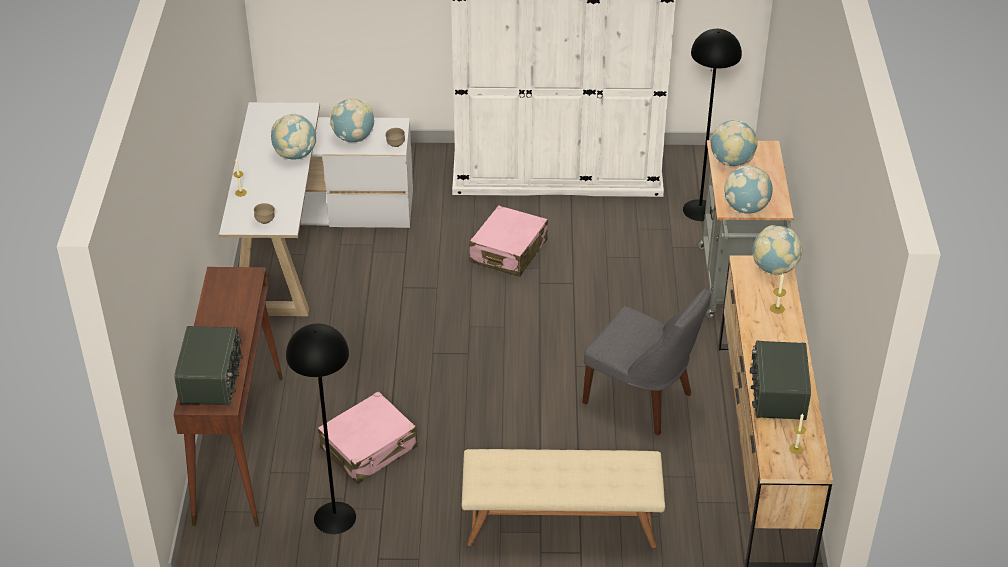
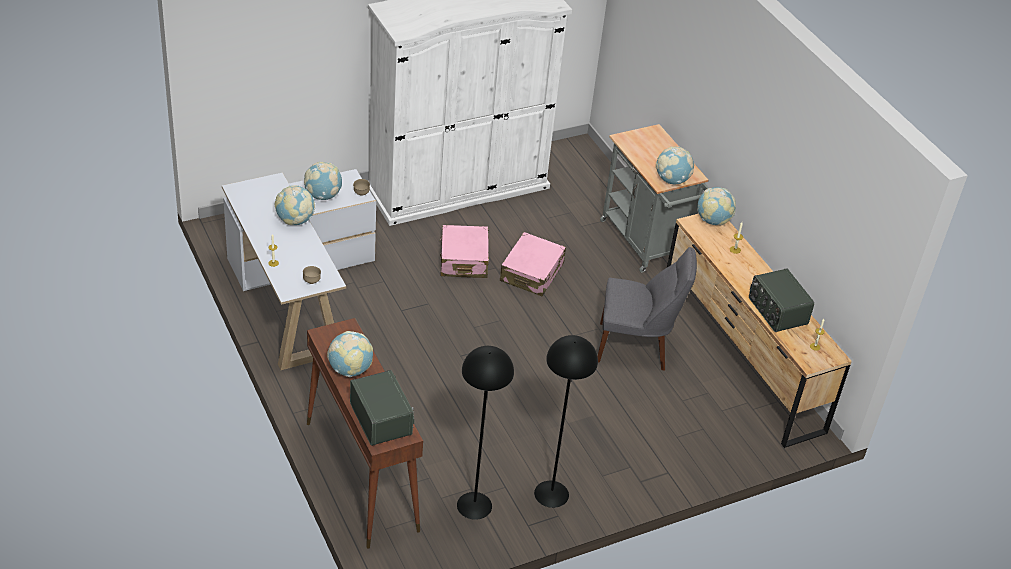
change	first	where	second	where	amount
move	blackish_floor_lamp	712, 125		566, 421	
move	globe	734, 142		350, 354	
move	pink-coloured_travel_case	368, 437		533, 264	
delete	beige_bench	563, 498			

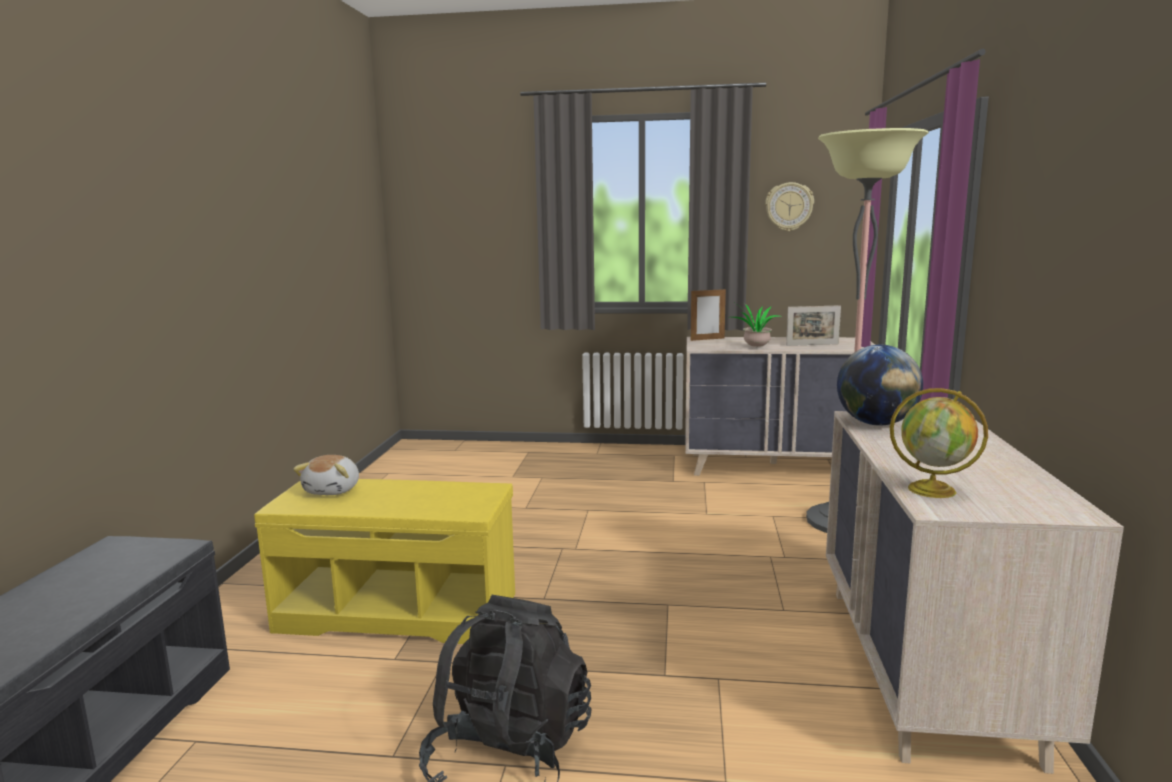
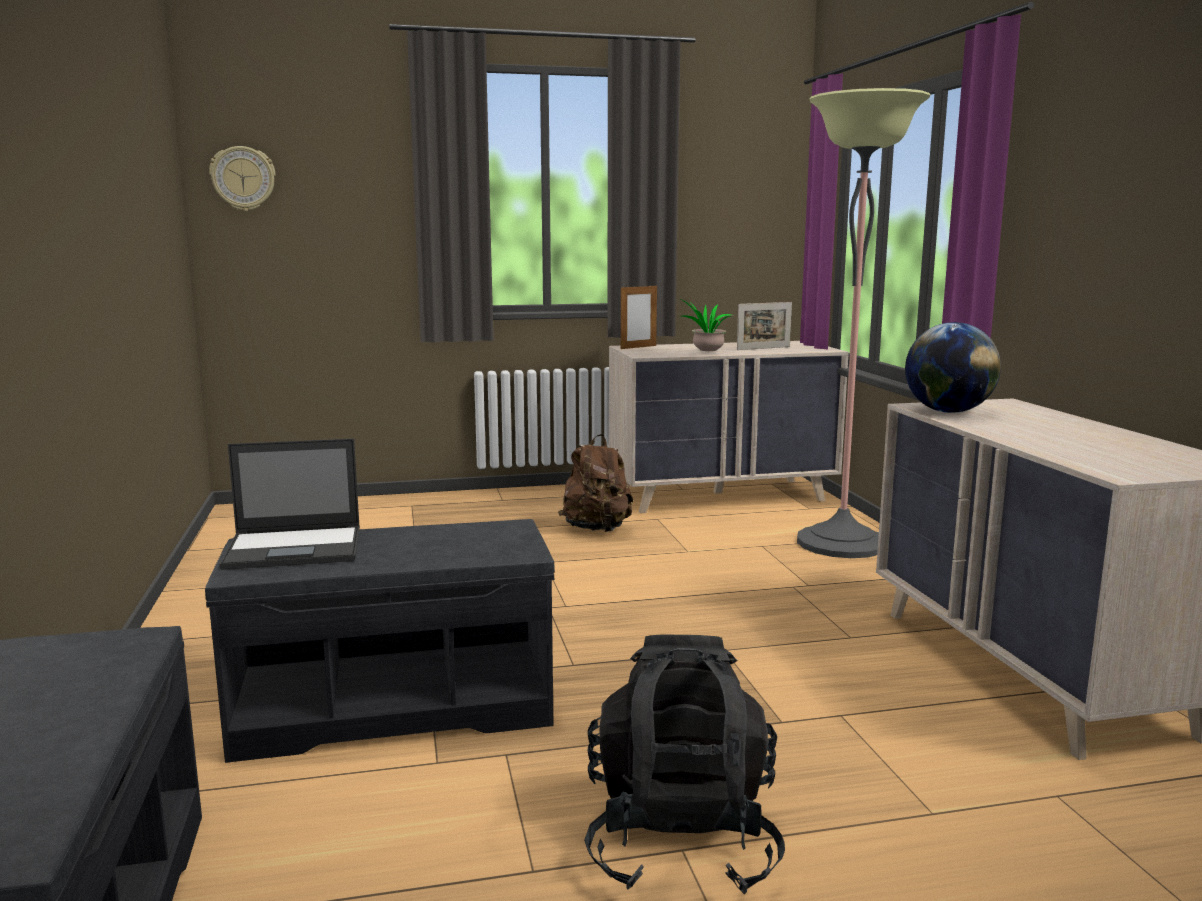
change	first	where	second	where	amount
move	clock_on_the_wall	789, 206		242, 178	
delete	globe	939, 443			
replace	plush_toy	326, 475	portable_computer	289, 504	
recolor	yellowish_bench	384, 561	grey_bench	380, 641	
insert			brown-coloured_backpack	595, 483	

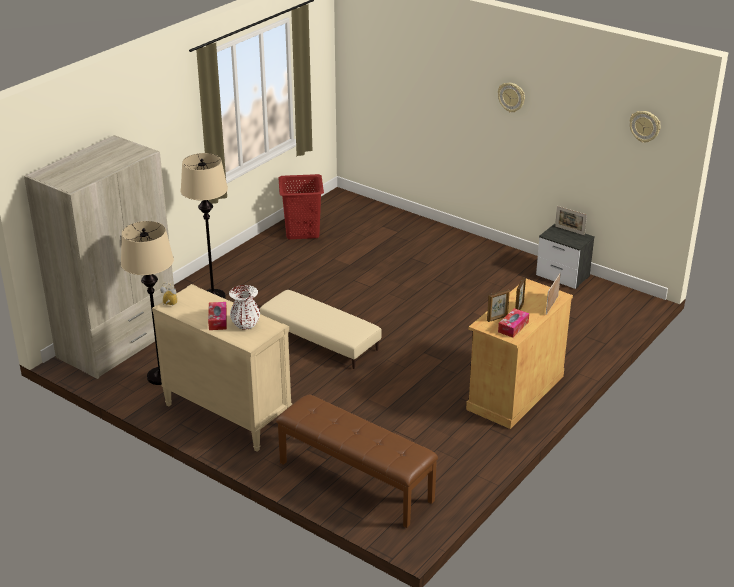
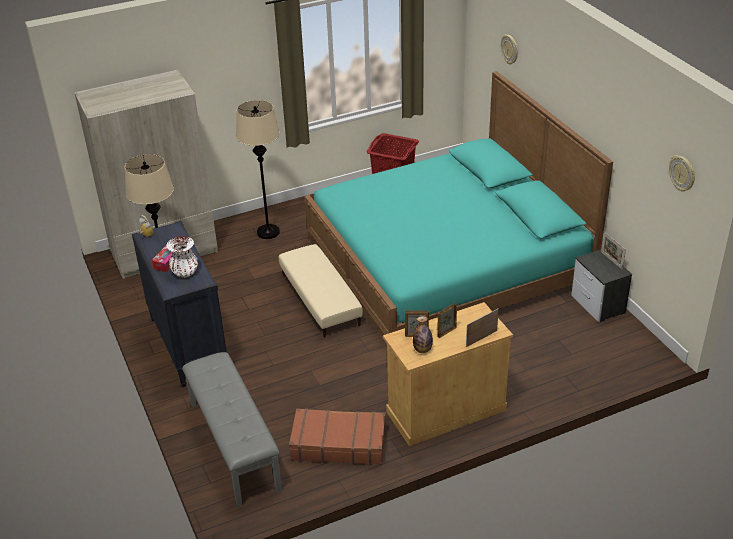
change	first	where	second	where	amount
move	clock_on_the_wall	511, 97		509, 49	
recolor	beige_dresser	222, 368	blackish_dresser	179, 304	
replace	tissue_box	513, 323	bottle	423, 334	
recolor	brown-coloured_bench	357, 461	grey_bench	232, 429	
insert			turquoise_sleeping_bed	459, 204	
insert			brown-coloured_travel_case	337, 437	

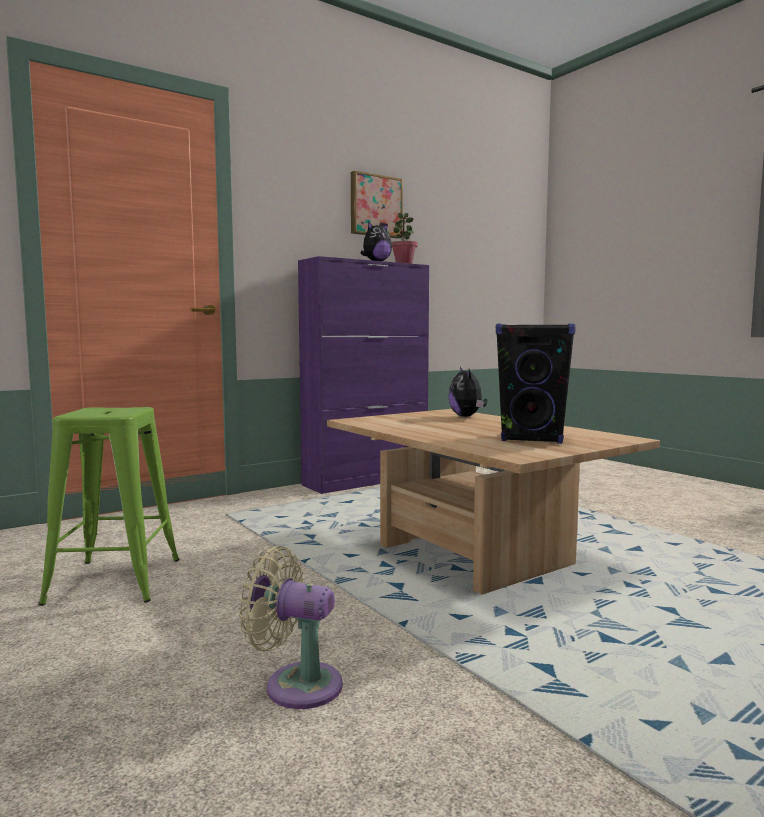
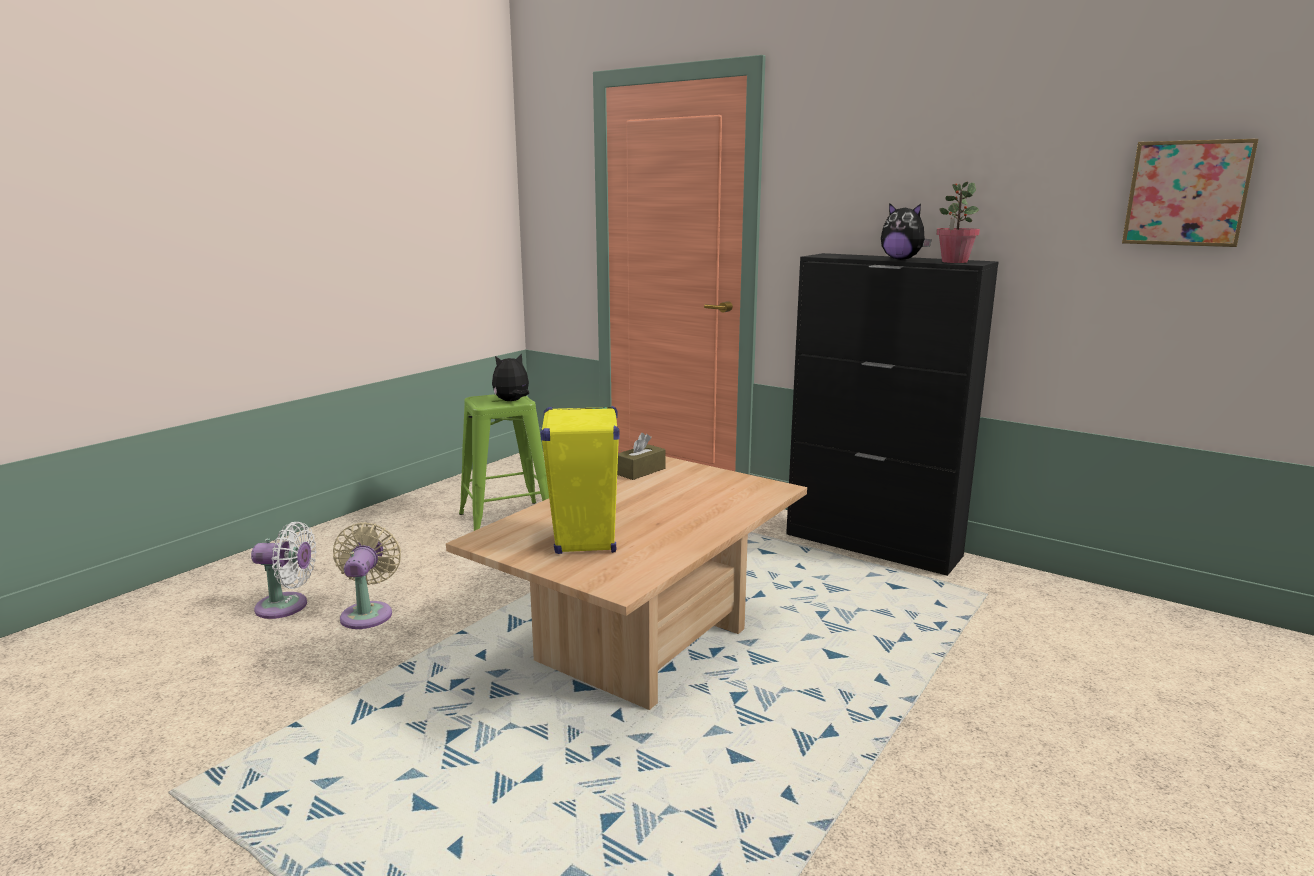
change	first	where	second	where	amount
move	wall_picture	377, 205		1190, 193	
recolor	purple-coloured_cabinet	363, 375	blackish_cabinet	892, 414	
recolor	blackish_speaker	536, 384	yellowish_speaker	579, 480	
move	plush_toy	468, 392		510, 377	
insert			brown-coloured_tissue_box	641, 456	
insert			white-coloured_cooling_fan	284, 570	

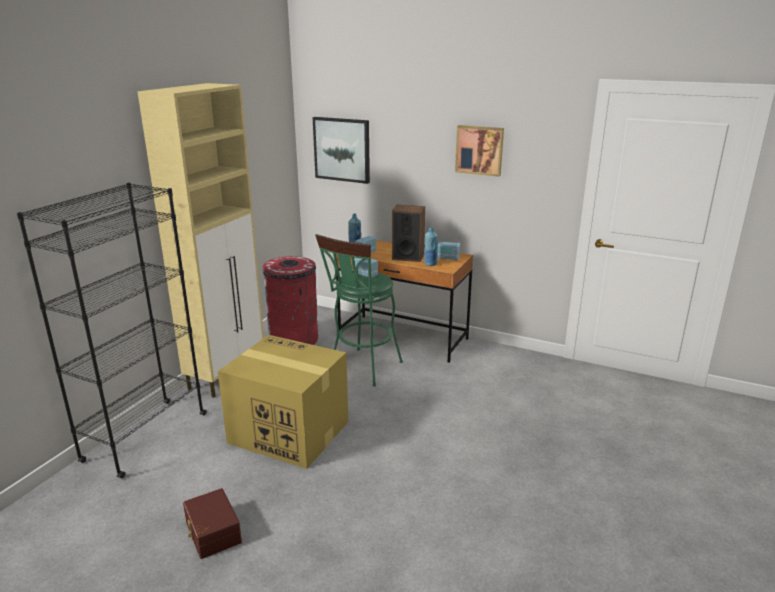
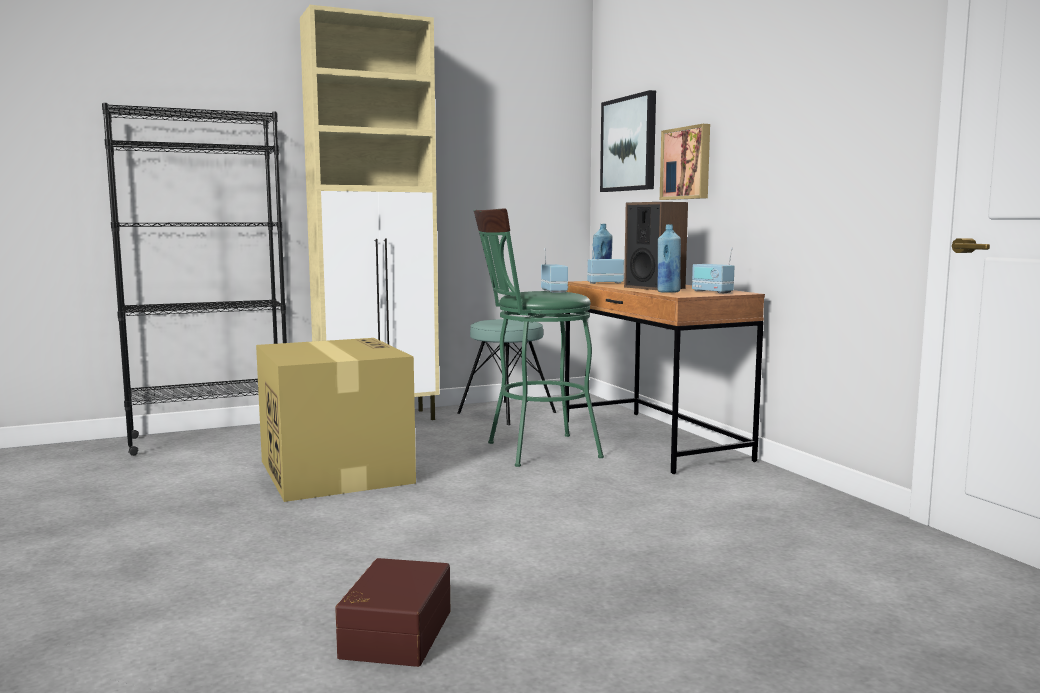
change	first	where	second	where	amount
move	wall_picture	479, 151		685, 162	
replace	reddish_rubbish_bin	290, 300	turquoise_sitting_stool	506, 372	
move	brown-coloured_storage_bin	212, 523		392, 612	

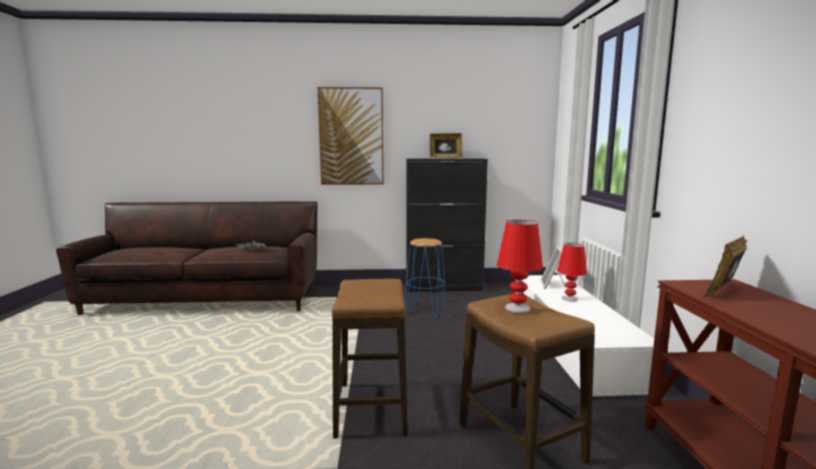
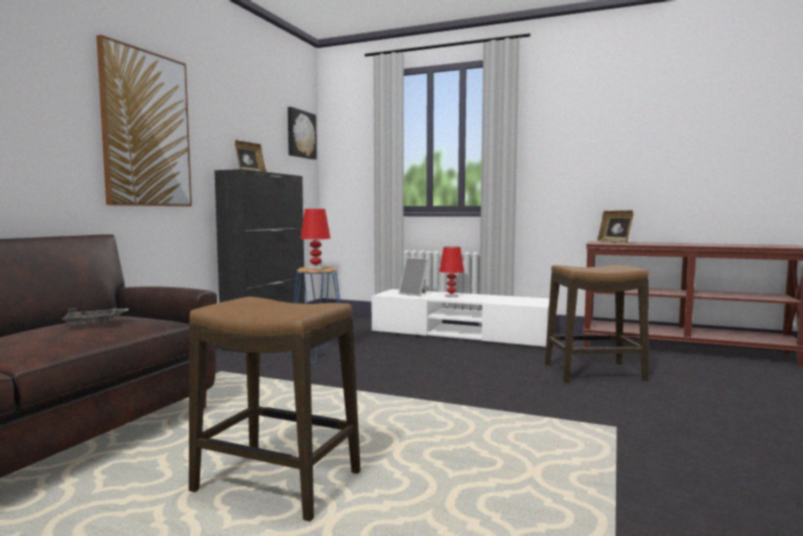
change	first	where	second	where	amount
move	reddish_lamp_for_a_table	520, 266		315, 239	
move	sitting_stool	369, 358		275, 409	
insert			wall_picture	302, 133	

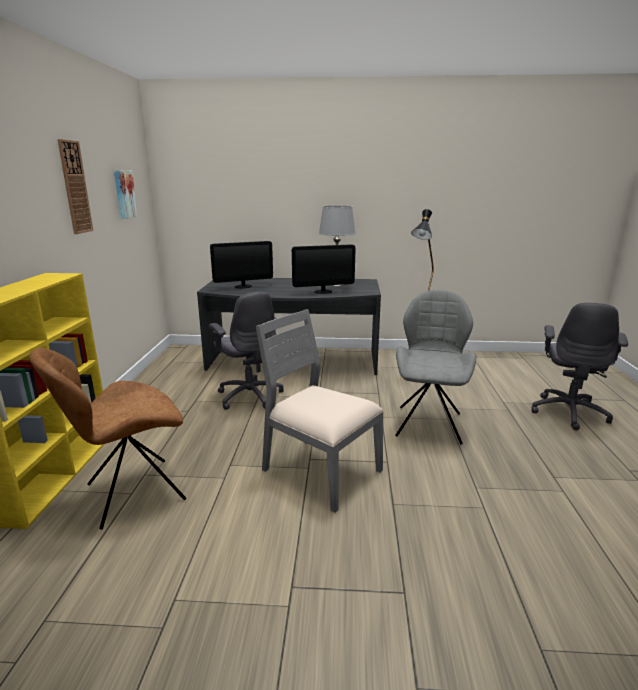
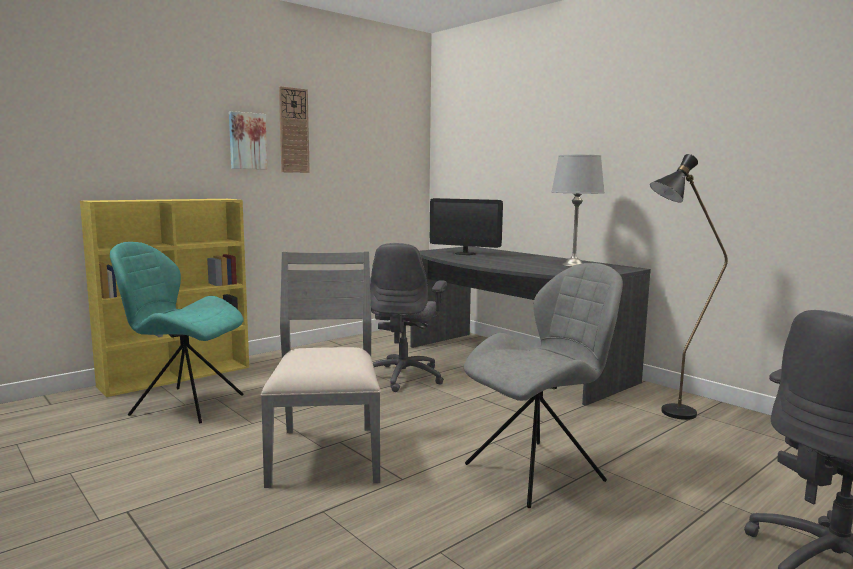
change	first	where	second	where	amount
move	wall_picture	126, 194		248, 140	
delete	computer_screen	324, 269			
recolor	brown-coloured_chair	107, 439	turquoise_chair	177, 332	

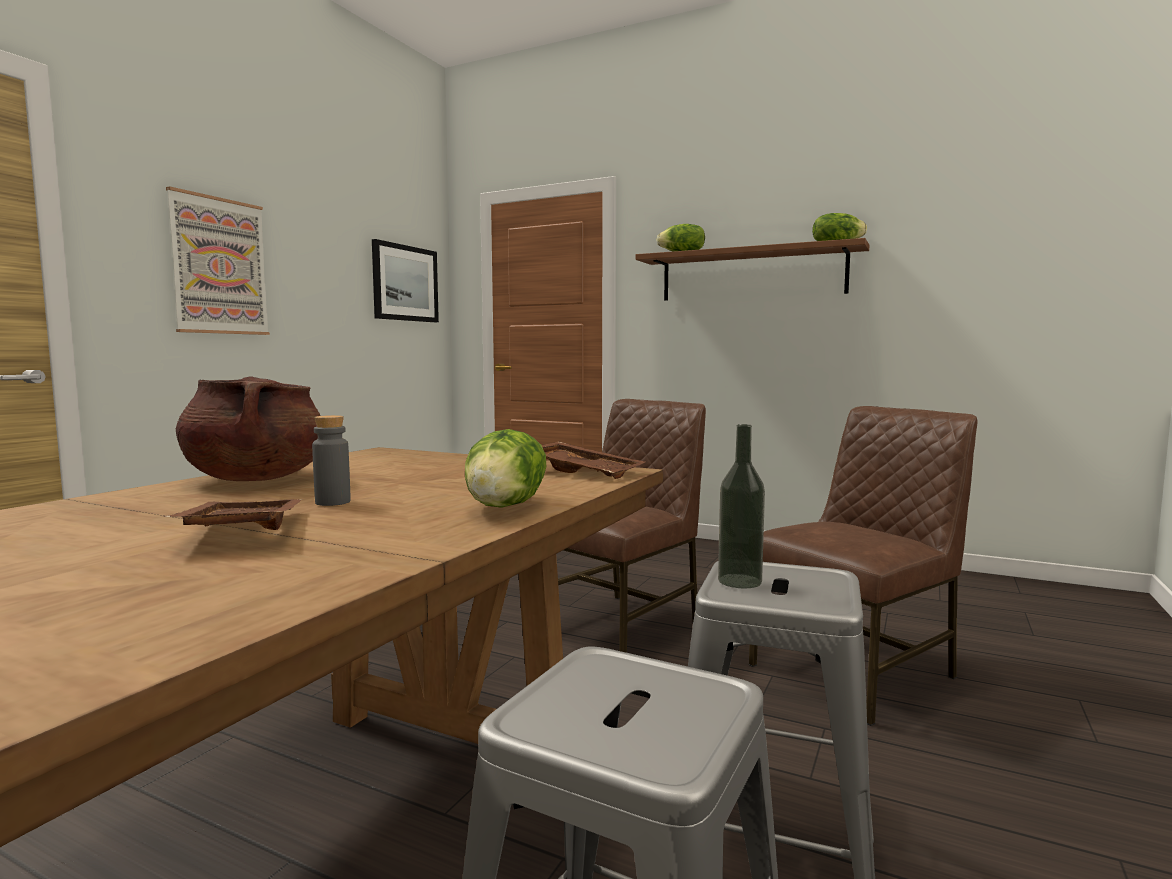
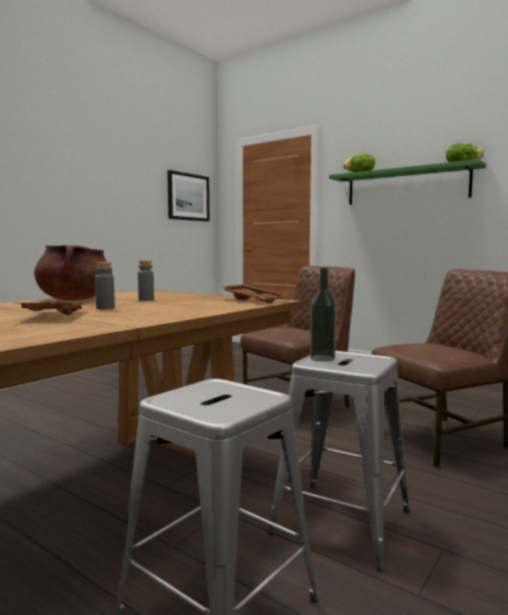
change	first	where	second	where	amount
delete	wall_picture	218, 261			
recolor	brown-coloured_shelf	752, 269	green_shelf	407, 182	
delete	head_of_lettuce	505, 468			
insert			grey_bottle	146, 280	

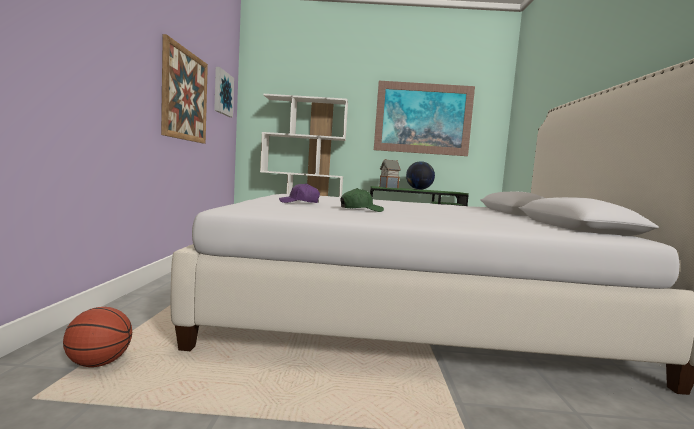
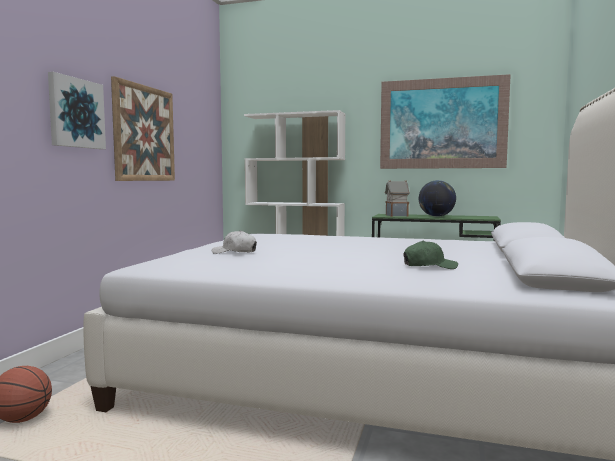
change	first	where	second	where	amount
move	wall_picture	224, 92		77, 110	
recolor	purple-coloured_cap	299, 193	white-coloured_cap	234, 242	
move	green_cap	362, 200		430, 254	

